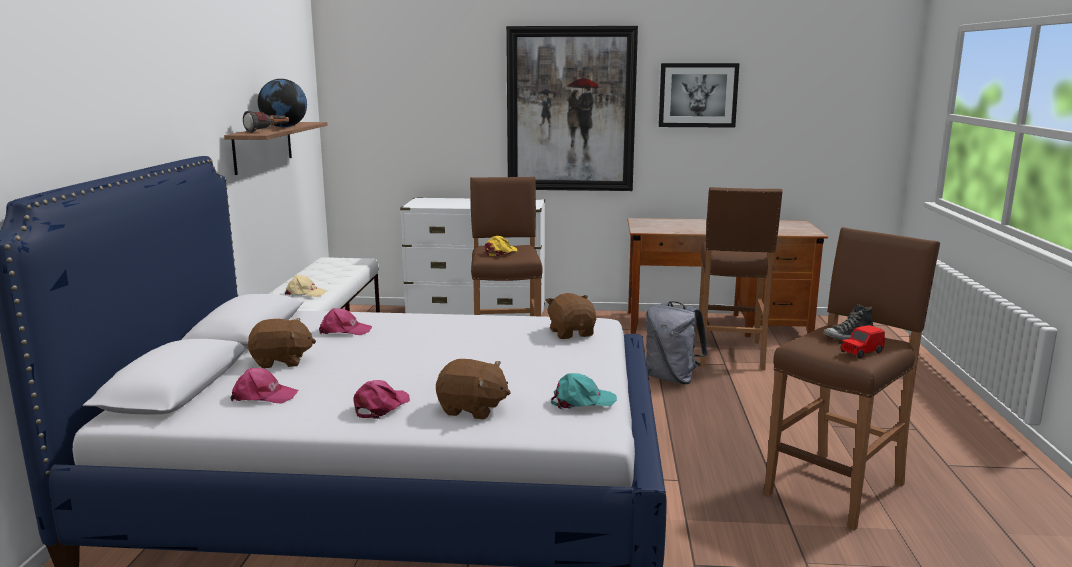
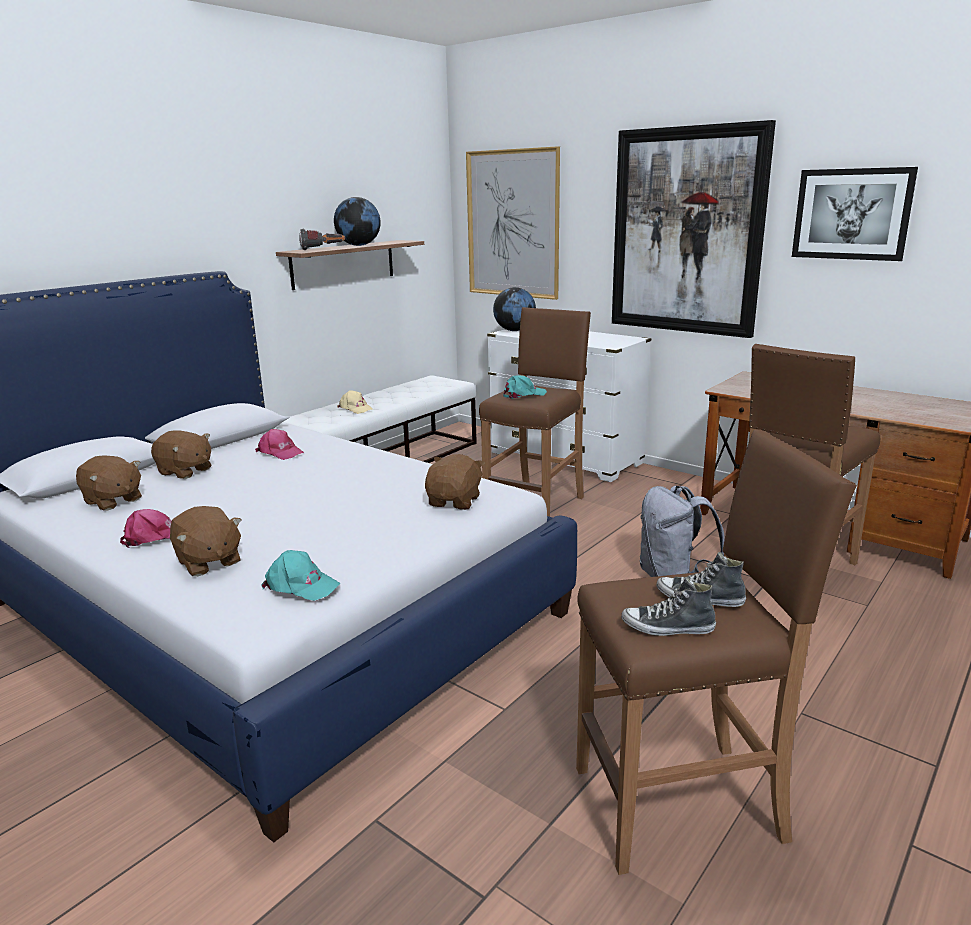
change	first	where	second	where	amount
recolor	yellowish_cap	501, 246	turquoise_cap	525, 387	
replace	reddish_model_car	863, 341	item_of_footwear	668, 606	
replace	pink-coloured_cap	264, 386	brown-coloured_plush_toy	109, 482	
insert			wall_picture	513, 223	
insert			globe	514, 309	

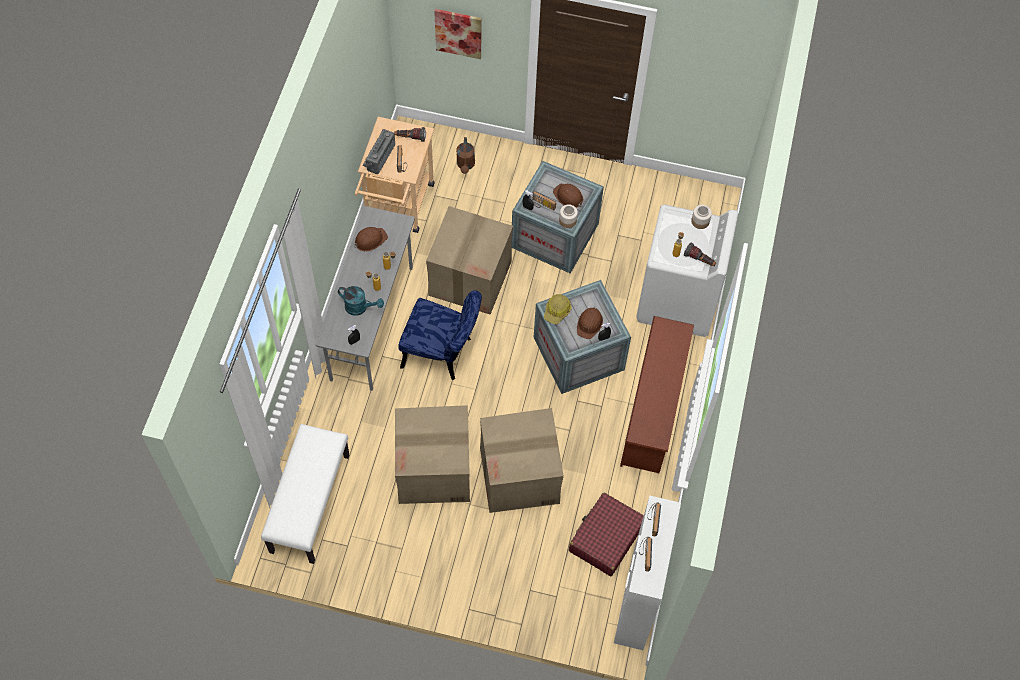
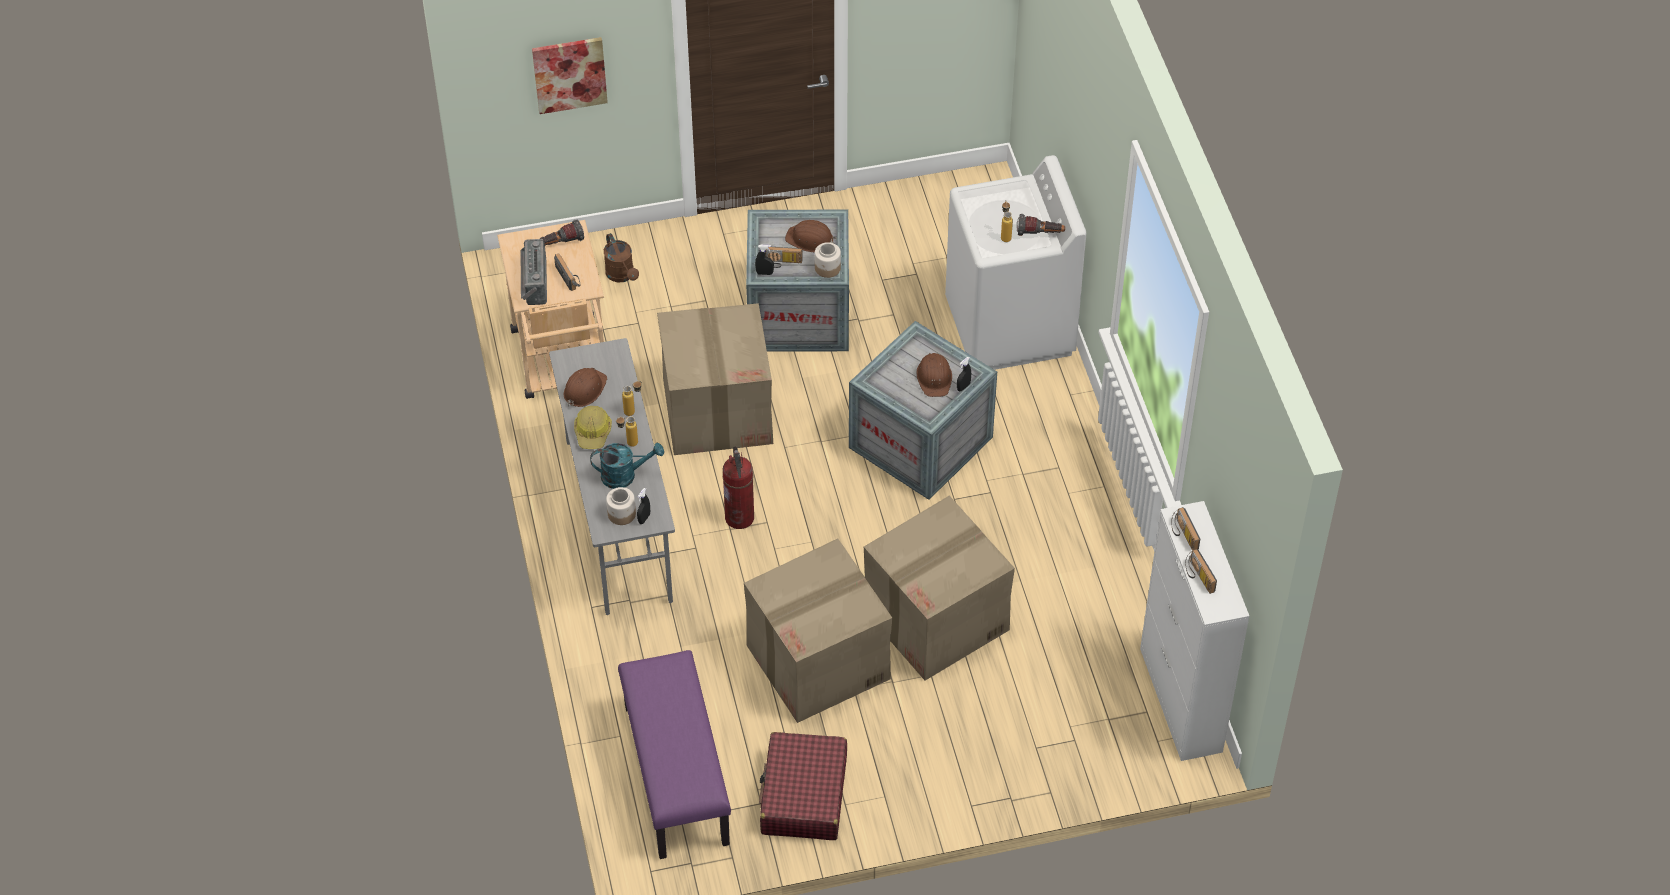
change	first	where	second	where	amount
move	storage_jar	701, 217		621, 506	
replace	bluish_chair	440, 335	fire-fighting_cylinder	738, 488	
move	work_helmet	557, 309		593, 427	
delete	brown-coloured_shoe_shelf	657, 394			
recolor	white-coloured_bench	305, 494	purple-coloured_bench	674, 754	
move	reddish_travel_case	606, 534		803, 786	

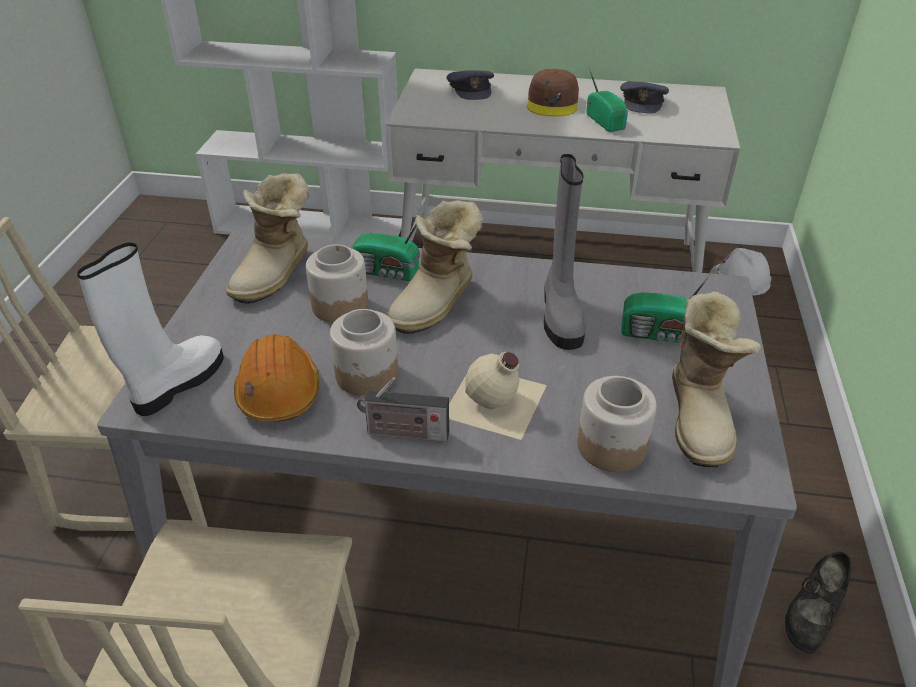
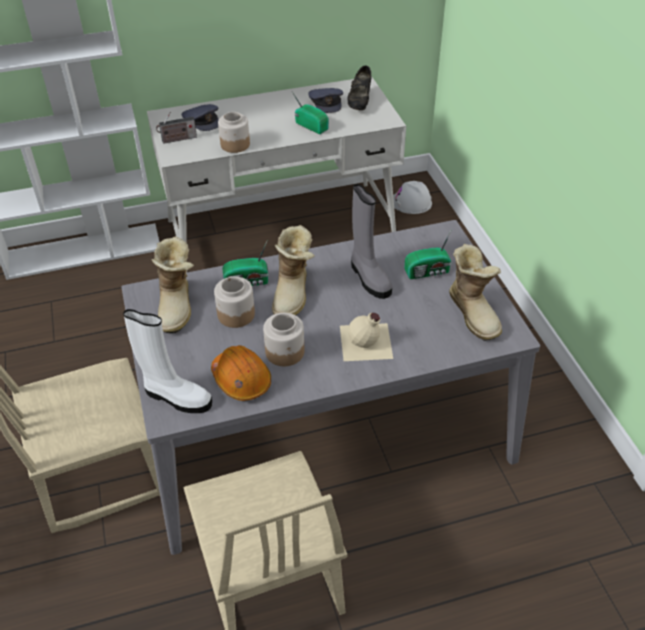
change	first	where	second	where	amount
delete	brown-coloured_cap	553, 93			
rotate	white-coloured_high-top_boot	150, 329		167, 361	105 degrees clockwise
move	storage_jar	617, 424		234, 132	
move	radio	403, 409		176, 128	
move	blackish_item_of_footwear	818, 603		359, 87	

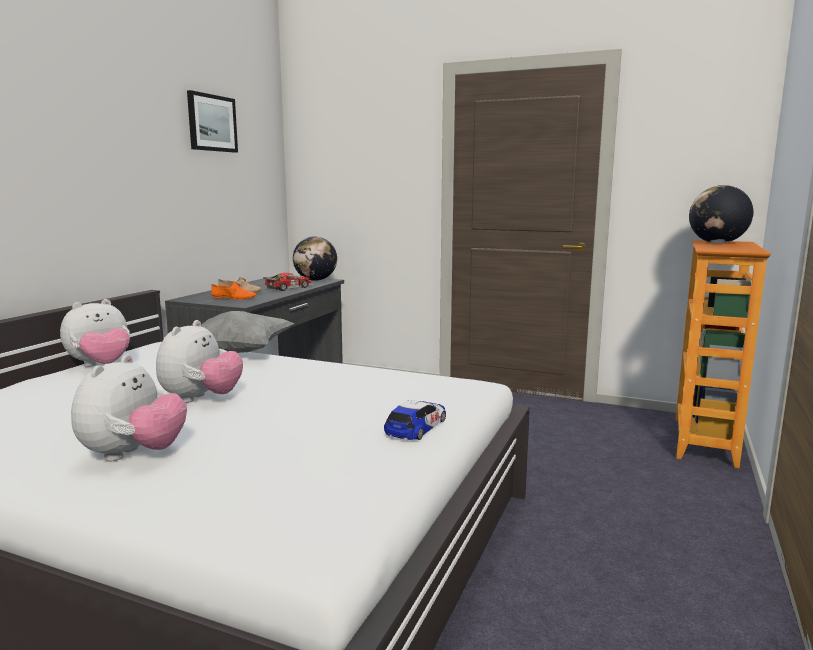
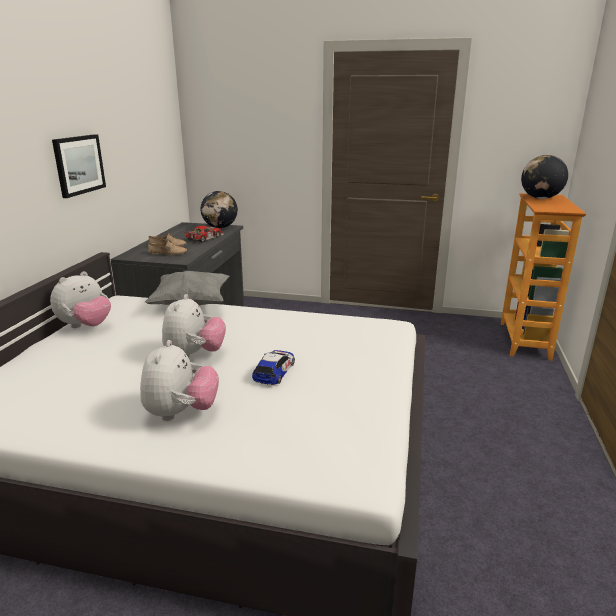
change	first	where	second	where	amount
move	wall_picture	212, 121		79, 166	
recolor	orange_item_of_footwear	233, 291	beige_item_of_footwear	167, 247	
move	model_car	415, 420		273, 367	

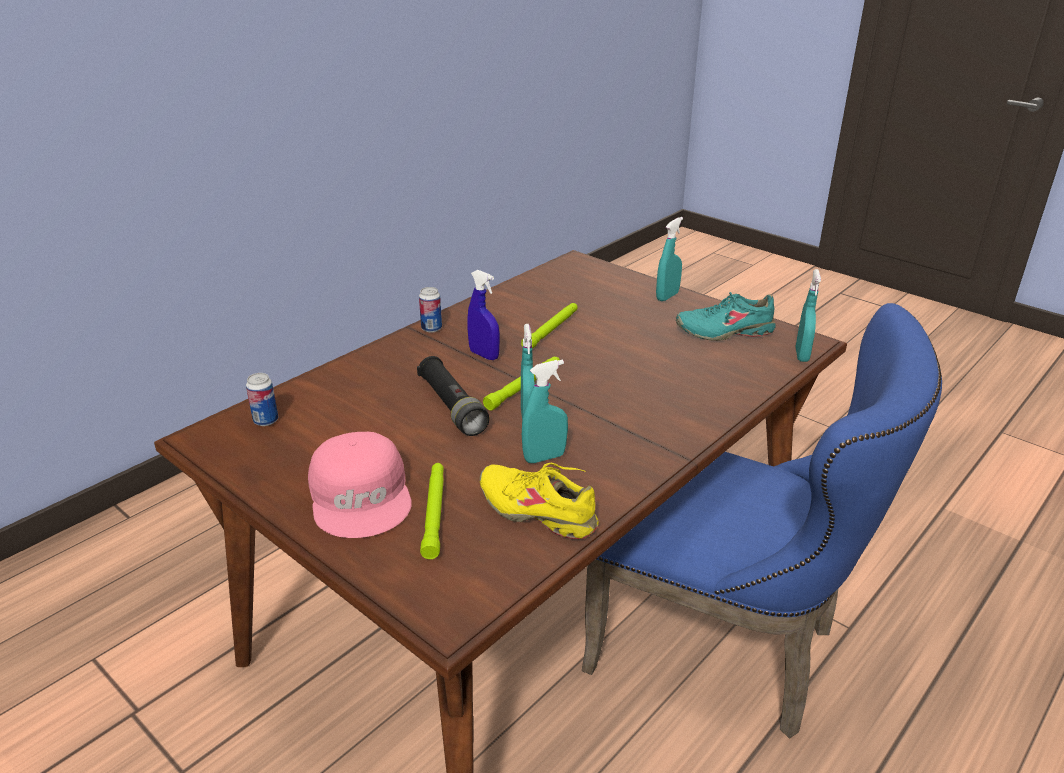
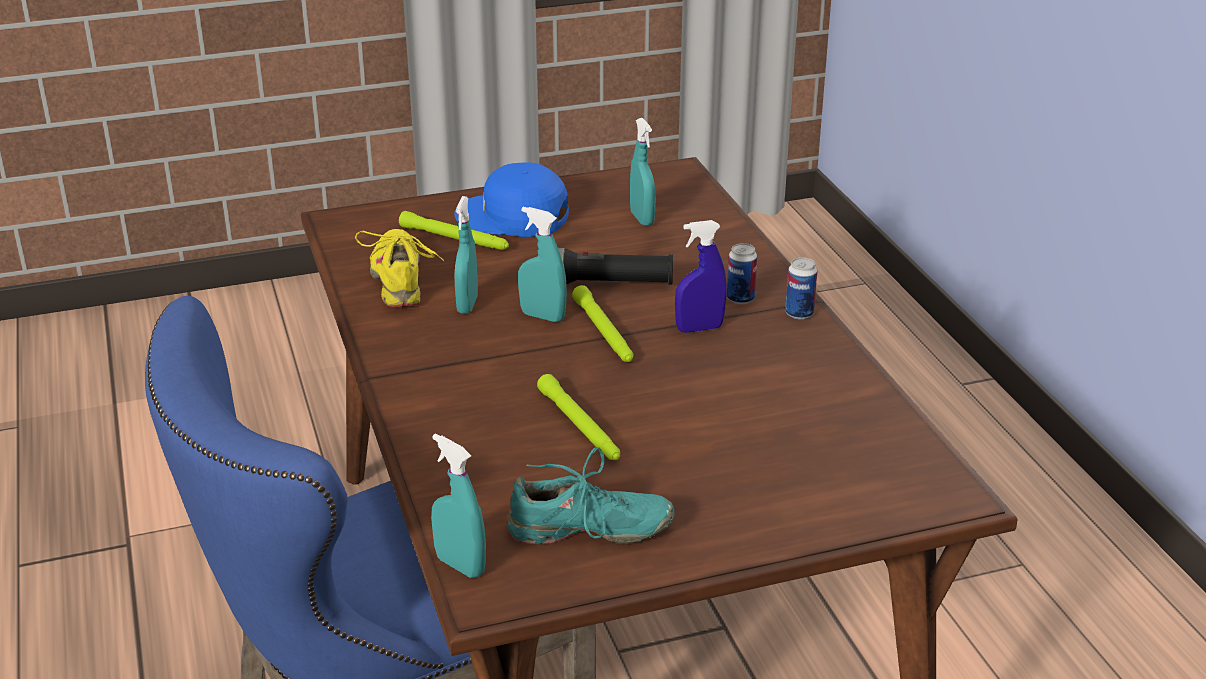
change	first	where	second	where	amount
move	turquoise_hand_sprayer	669, 259		643, 172	
rotate	turquoise_item_of_footwear	726, 316		591, 495	60 degrees clockwise
move	green_hand_torch	549, 326		578, 417	
move	can	262, 399		742, 273	
recolor	pink-coloured_cap	360, 485	bluish_cap	511, 199	
rotate	yellowish_item_of_footwear	539, 501		399, 268	75 degrees counterclockwise

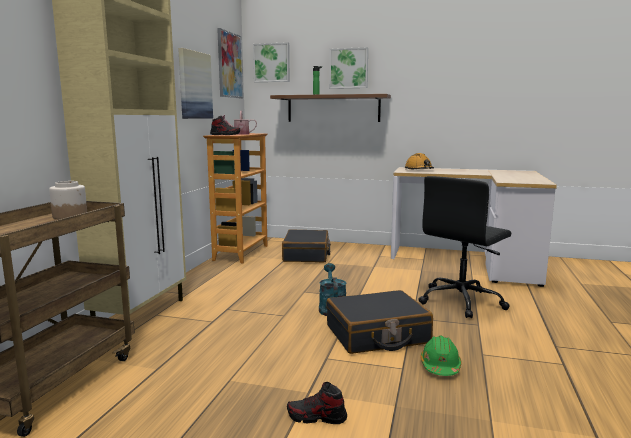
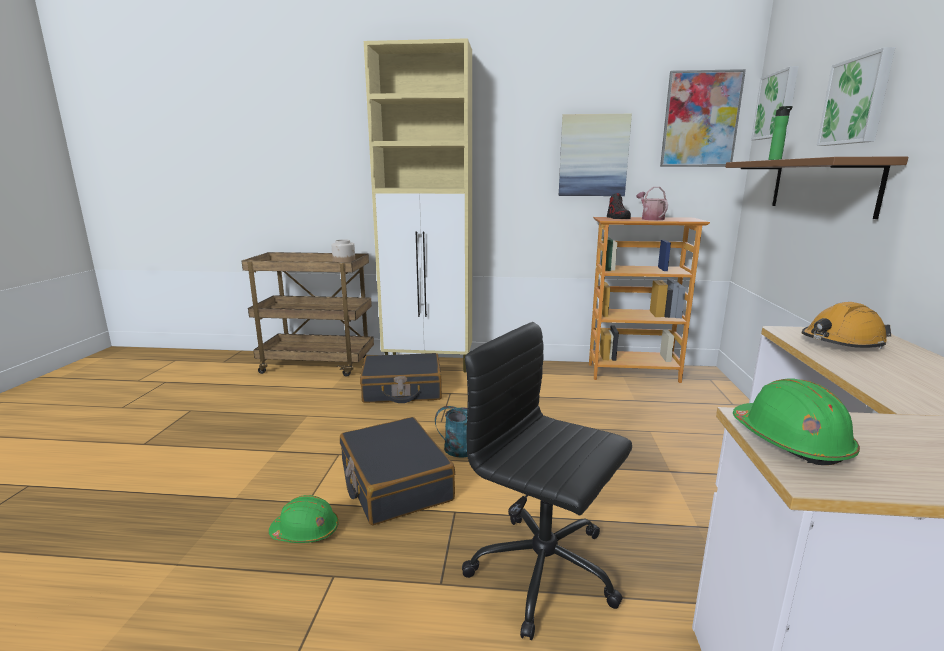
change	first	where	second	where	amount
move	blackish_travel_case	306, 245		401, 378	
delete	item_of_footwear	317, 403			
insert			green_work_helmet	796, 422	

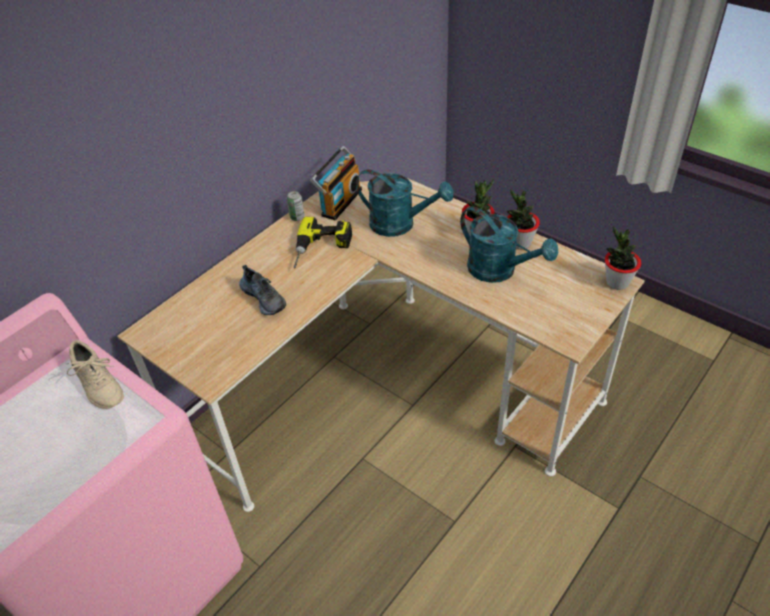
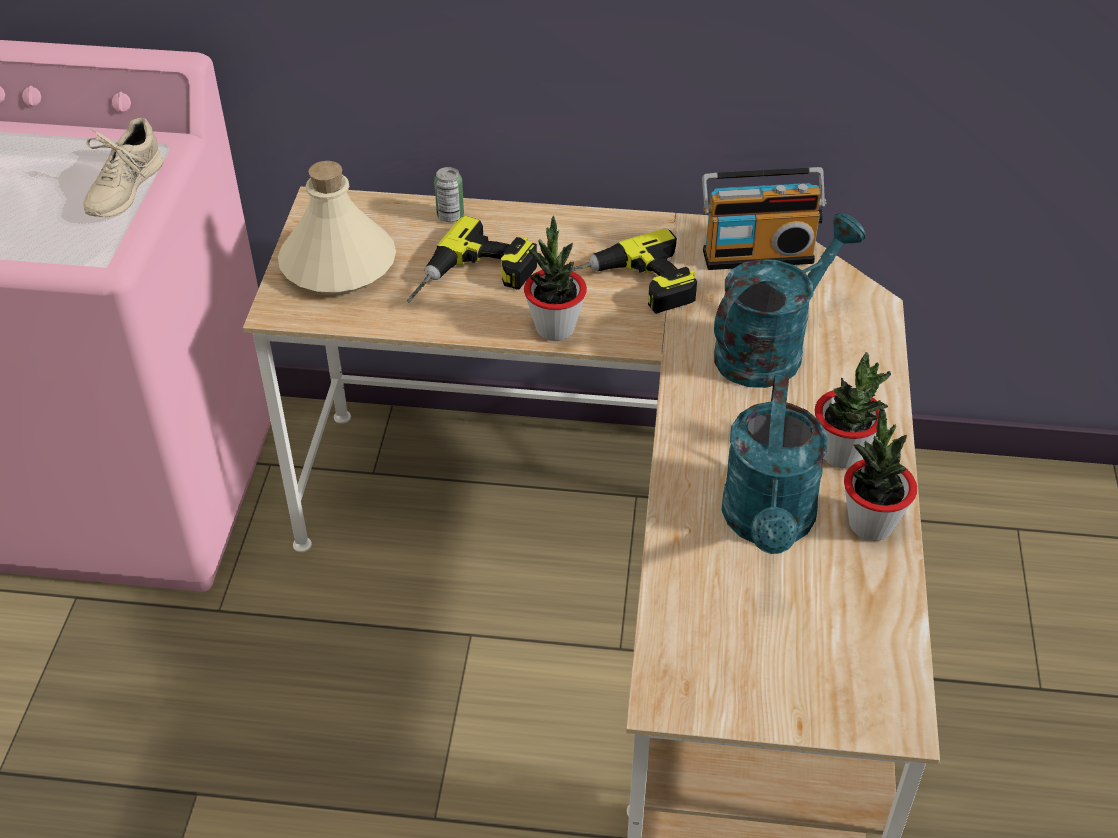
change	first	where	second	where	amount
rotate	turquoise_watering_can	404, 203		789, 300	120 degrees counterclockwise
move	can	296, 206		449, 194	
move	plant_in_a_pot	623, 258		555, 278	
replace	item_of_footwear	262, 290	drill	472, 259	
insert			beige_bottle	337, 227	

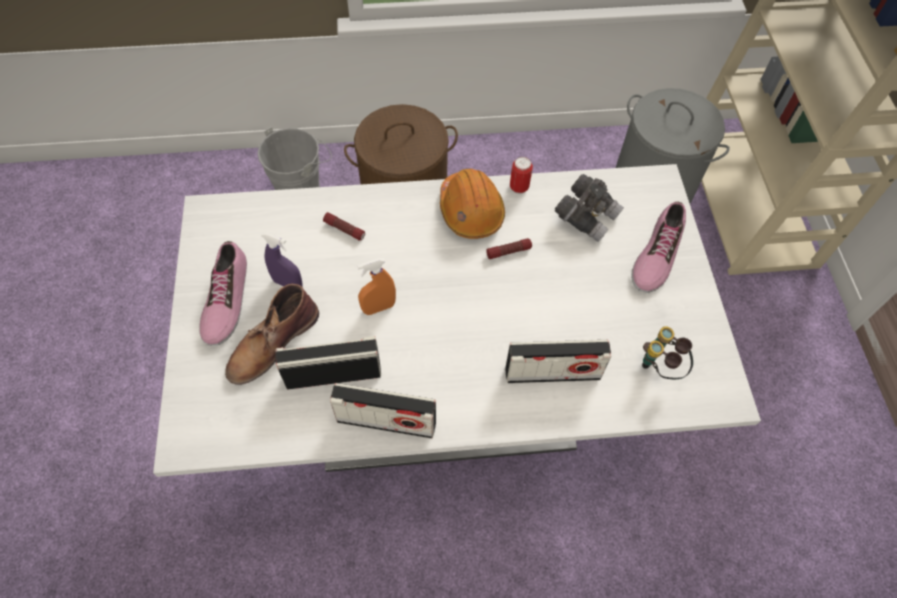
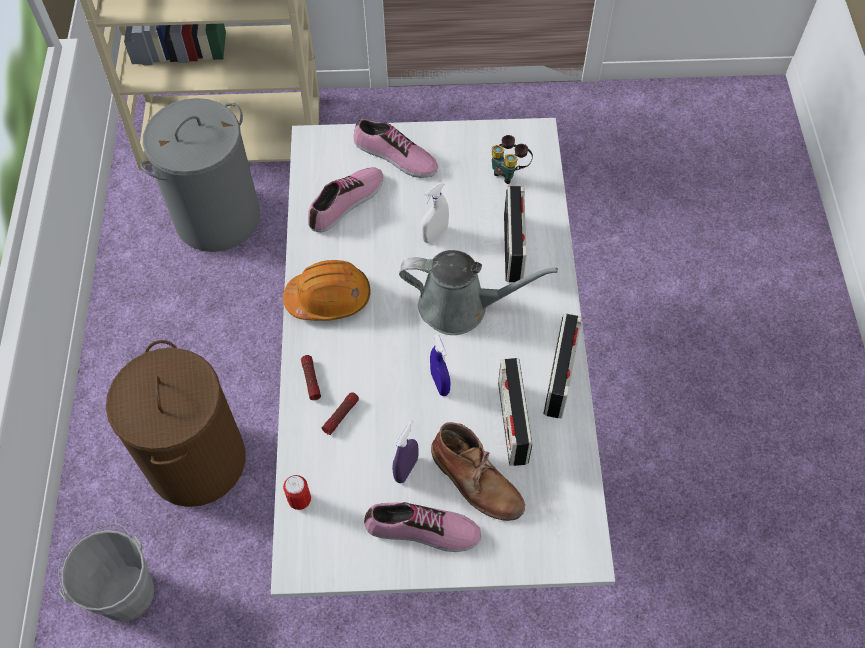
change	first	where	second	where	amount
move	can	521, 175		297, 492	
replace	grey_pair_of_binoculars	589, 208	item_of_footwear	346, 199	
move	hand_torch	509, 248		311, 377	
recolor	orange_hand_sprayer	376, 286	bluish_hand_sprayer	440, 365	
insert			white-coloured_hand_sprayer	435, 212	
insert			grey_watering_can	478, 292	

